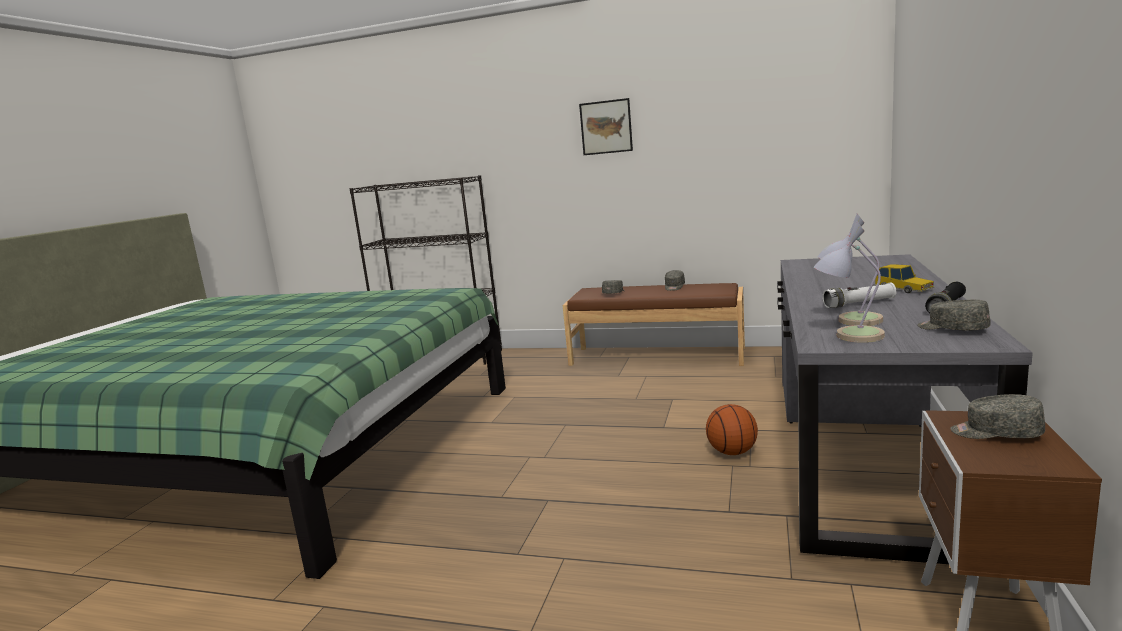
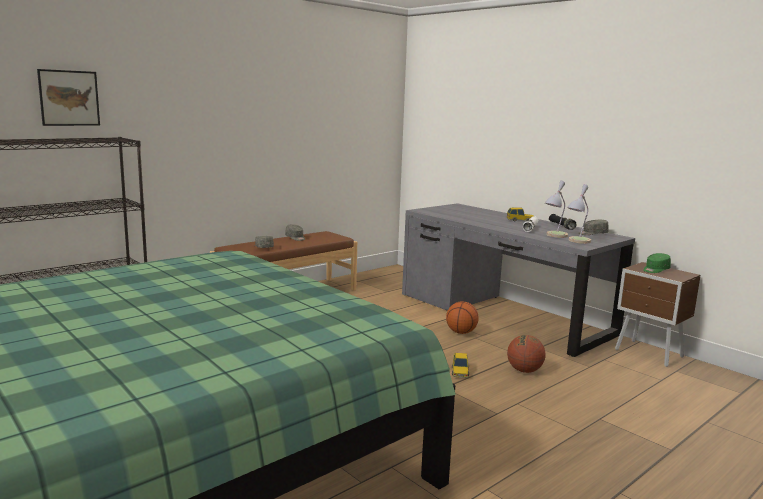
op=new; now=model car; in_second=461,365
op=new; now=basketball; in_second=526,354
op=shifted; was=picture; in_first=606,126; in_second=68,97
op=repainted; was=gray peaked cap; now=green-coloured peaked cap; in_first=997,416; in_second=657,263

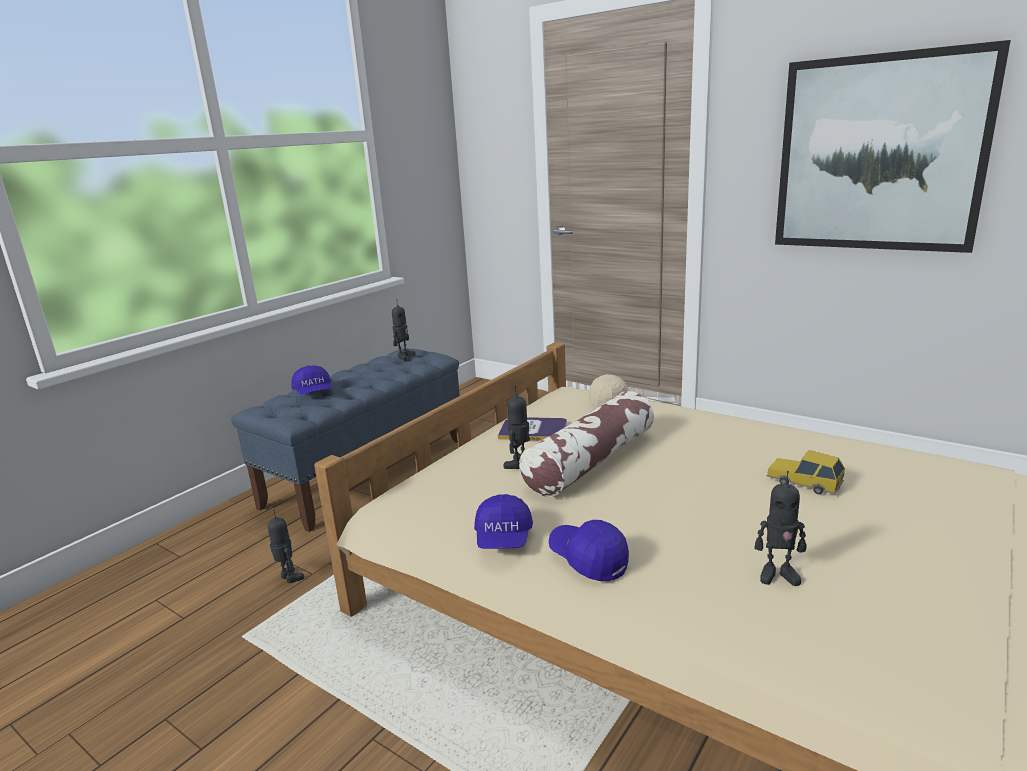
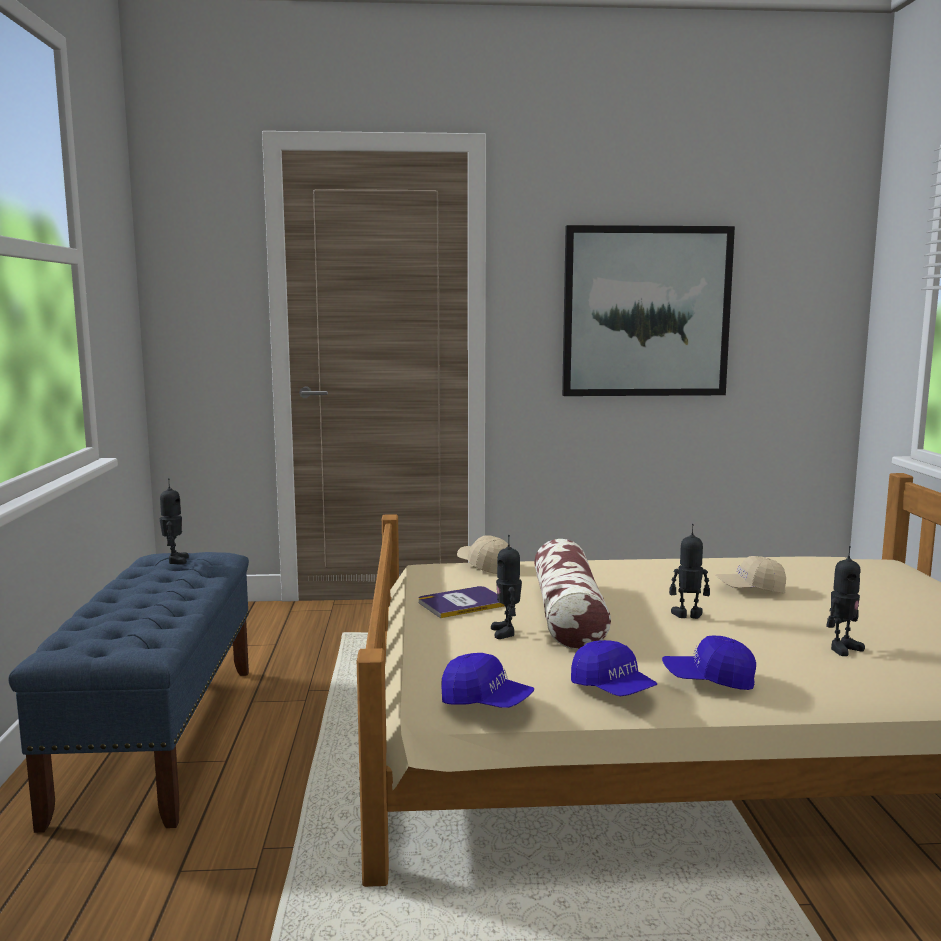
op=shifted; was=model robot; in_first=286,546; in_second=689,571
op=shifted; was=bluish peaked cap; in_first=311,380; in_second=487,680
op=swapped; was=model car; now=sand-coloured peaked cap; in_first=806,472; in_second=751,574

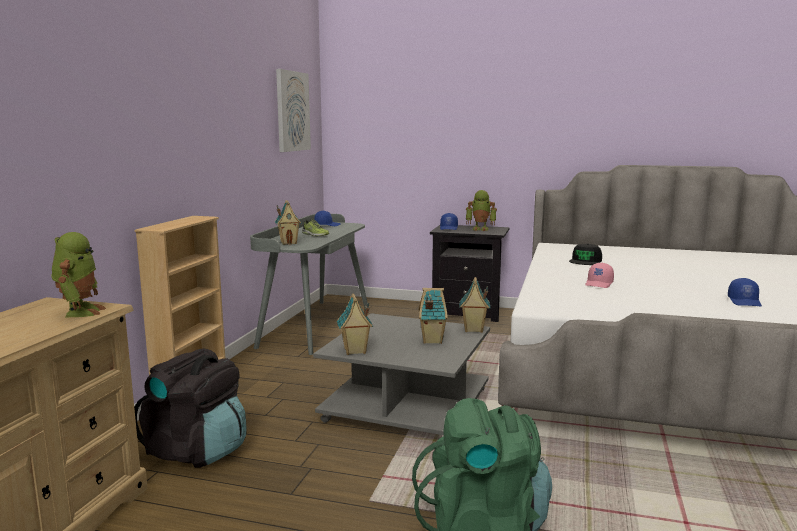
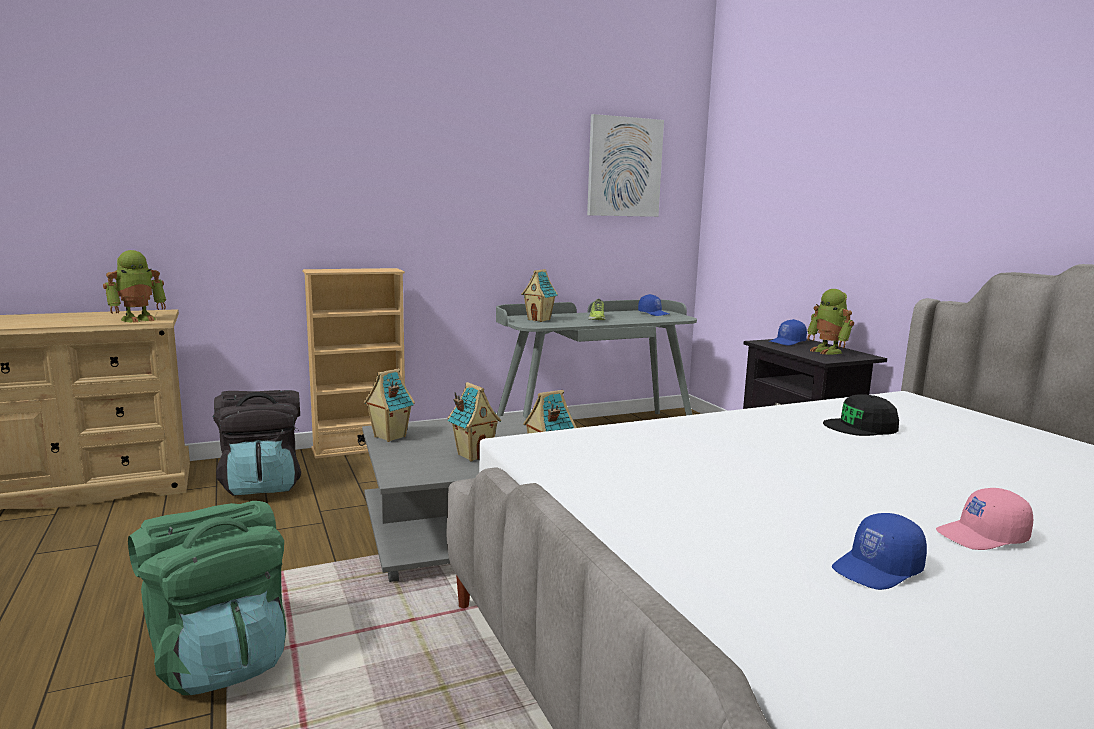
op=shifted; was=pinkish peaked cap; in_first=600,275; in_second=984,519

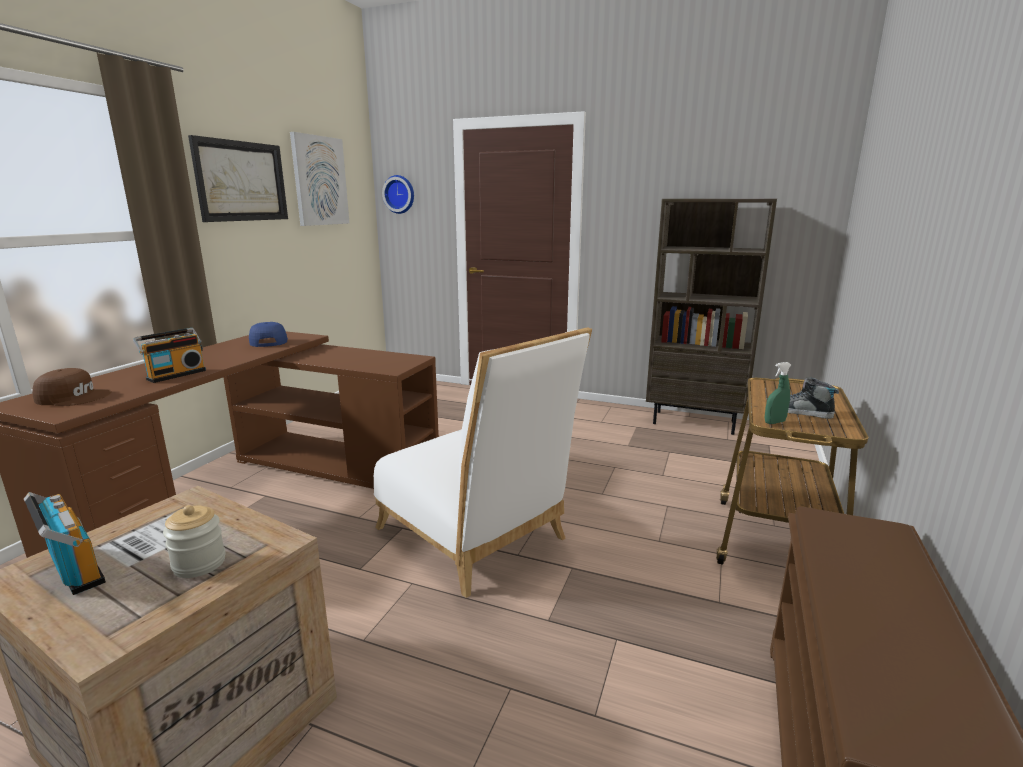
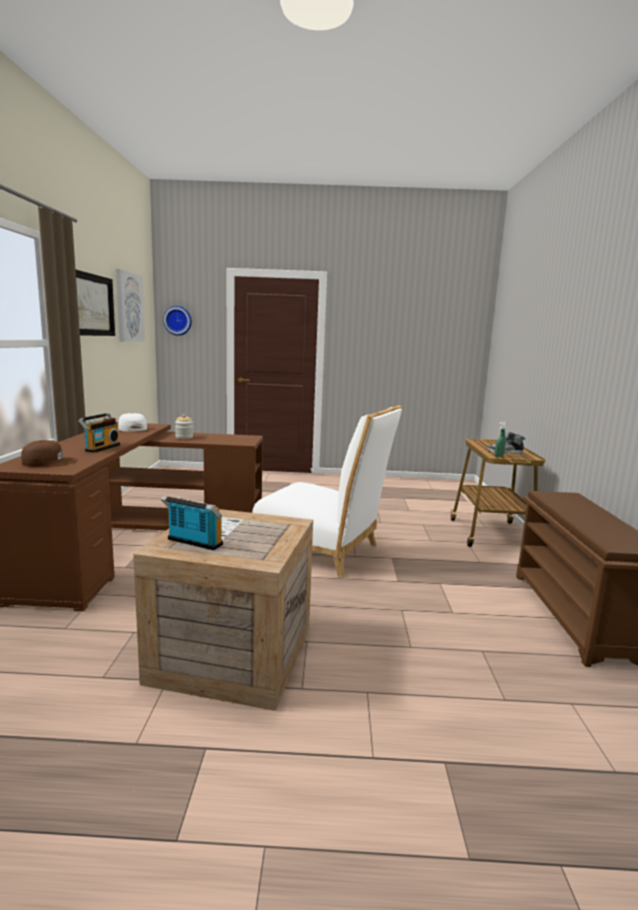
op=gone; was=brown bookshelf; in_first=711,317
op=shifted; was=jar; in_first=194,541; in_second=184,426
op=repainted; was=bluish peaked cap; now=white-coloured peaked cap; in_first=268,334; in_second=132,422

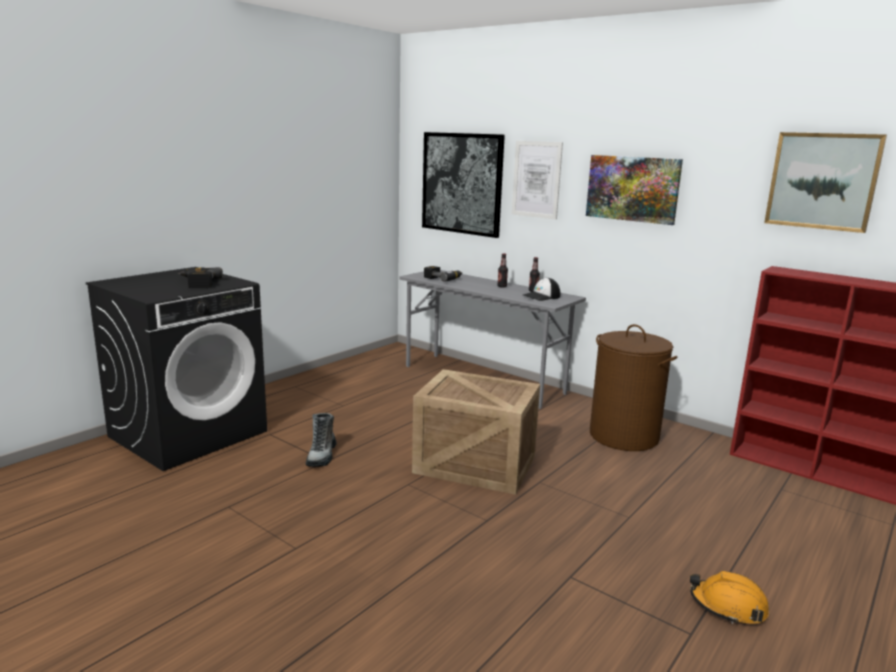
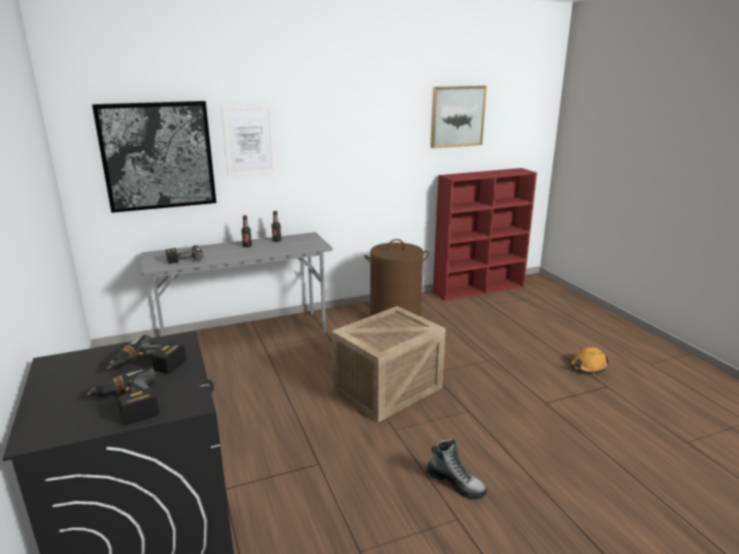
op=gone; was=peaked cap; in_first=541,289
op=gone; was=picture; in_first=634,190
op=new; now=electric drill; in_second=122,396
op=shifted; was=high-top boot; in_first=321,440; in_second=456,469

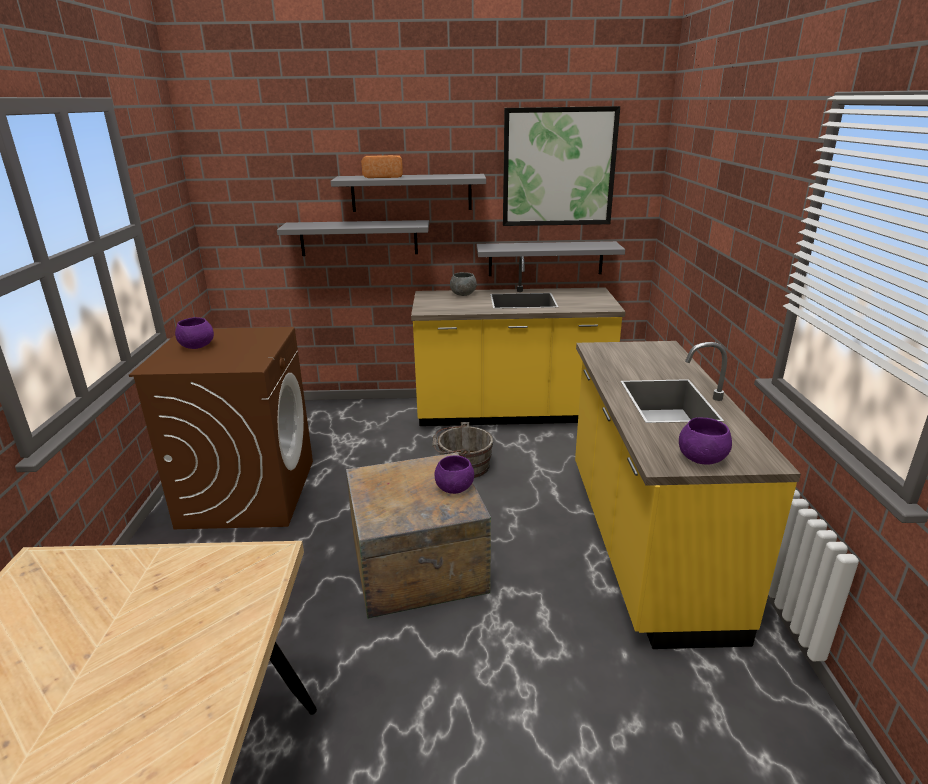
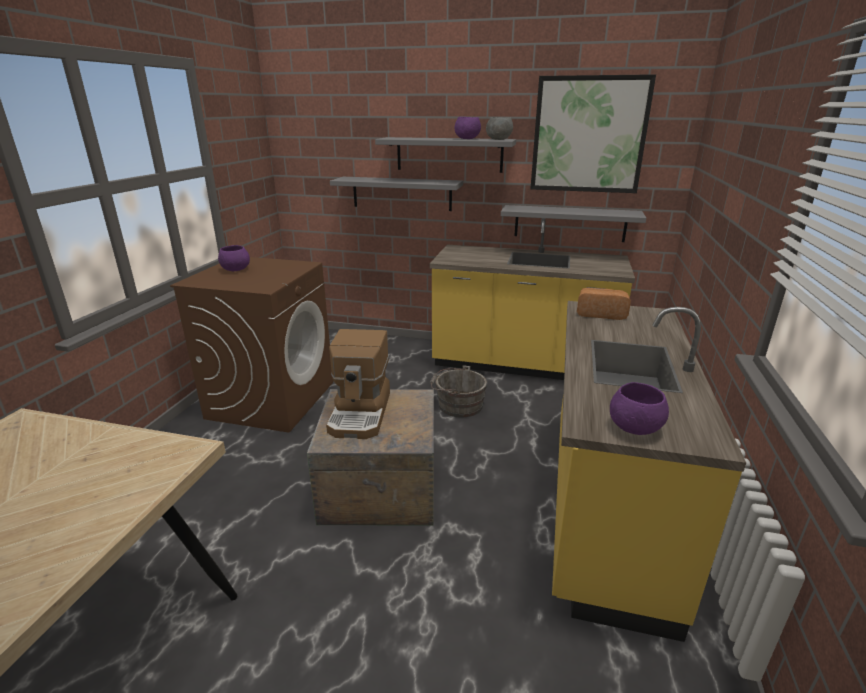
op=new; now=coffee brewer; in_second=358,384
op=shifted; was=baked bread; in_first=382,166; in_second=604,304
op=shifted; was=purple deep dish; in_first=454,475; in_second=468,128
op=shifted; was=gray deep dish; in_first=463,284; in_second=499,128

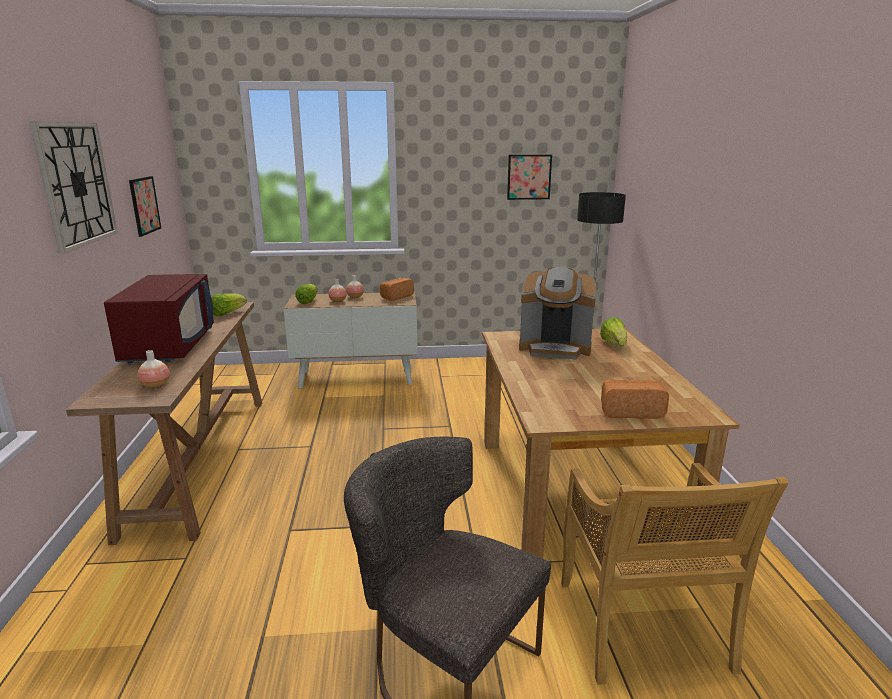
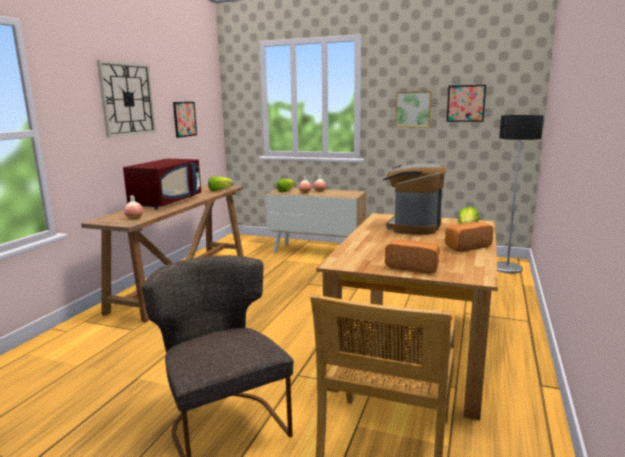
op=new; now=picture; in_second=413,109
op=shifted; was=baked bread; in_first=397,289; in_second=469,237
op=rotated; was=coffee brewer; in_first=557,313; in_second=415,199; clockwise=75

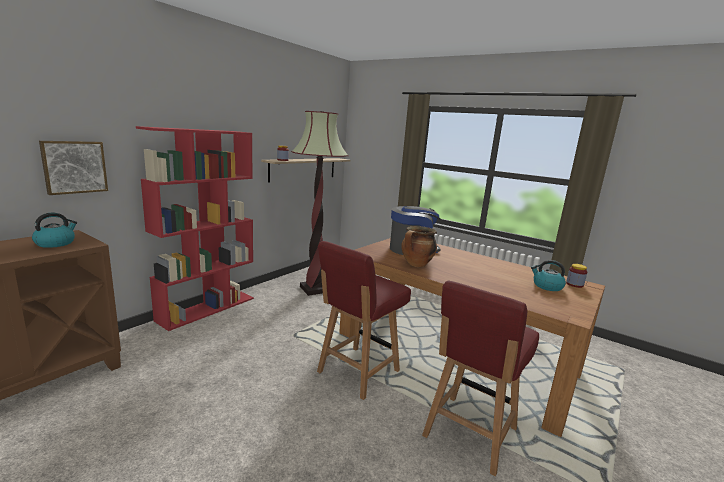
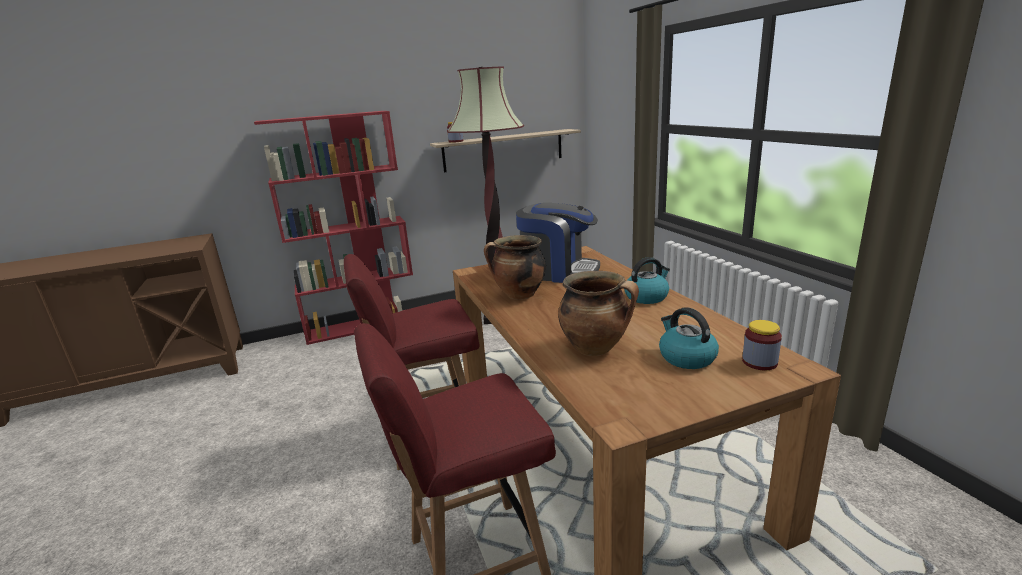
op=gone; was=picture; in_first=73,168
op=new; now=cooking pot; in_second=598,313
op=shifted; was=tea kettle; in_first=54,230; in_second=647,280

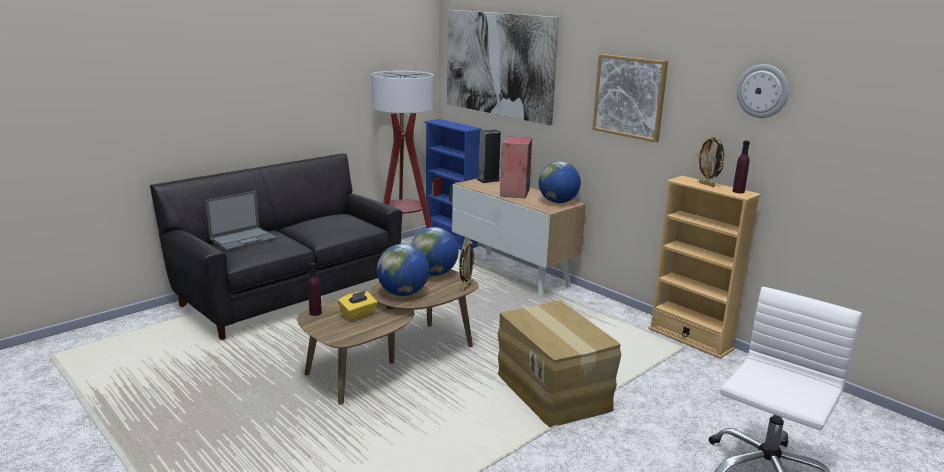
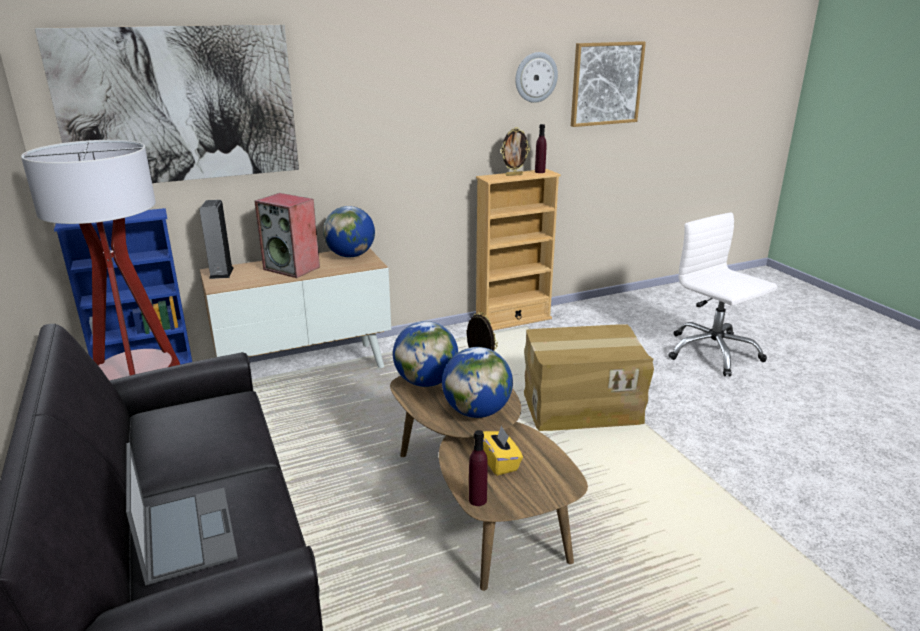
op=shifted; was=picture; in_first=630,98; in_second=608,84

